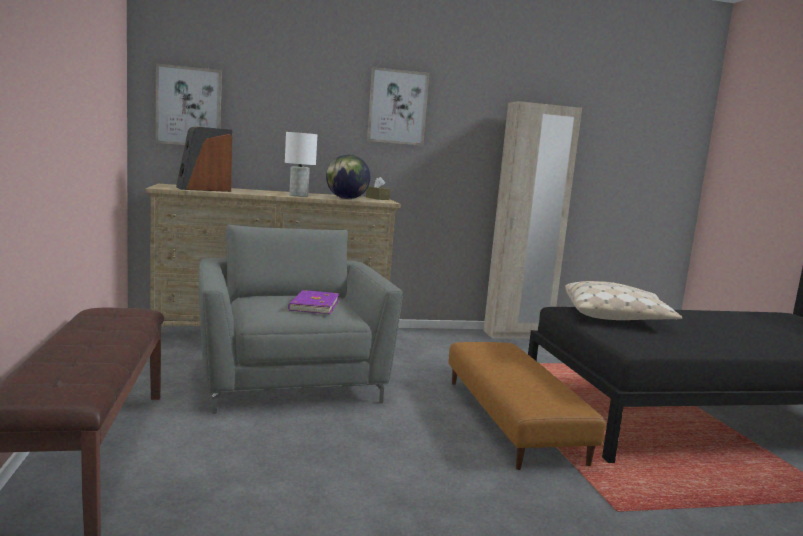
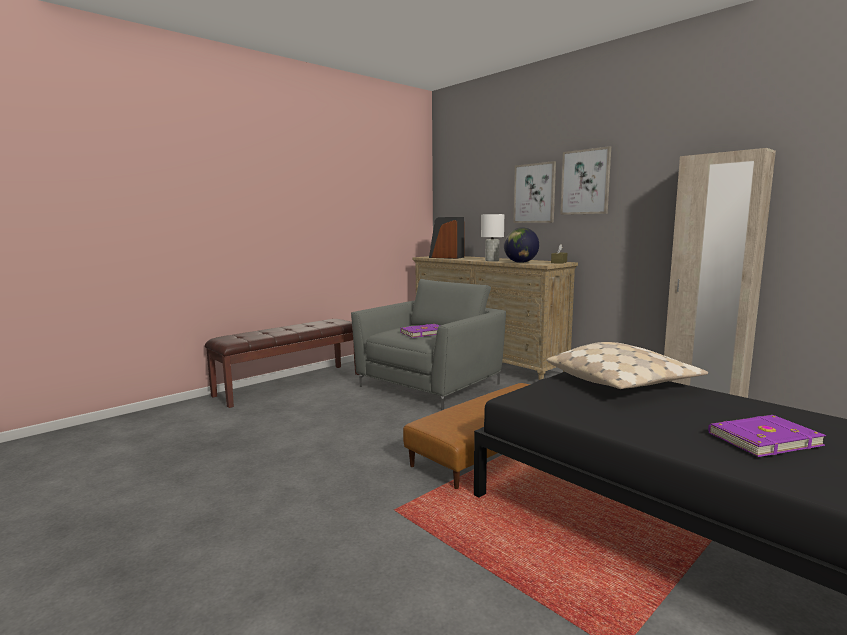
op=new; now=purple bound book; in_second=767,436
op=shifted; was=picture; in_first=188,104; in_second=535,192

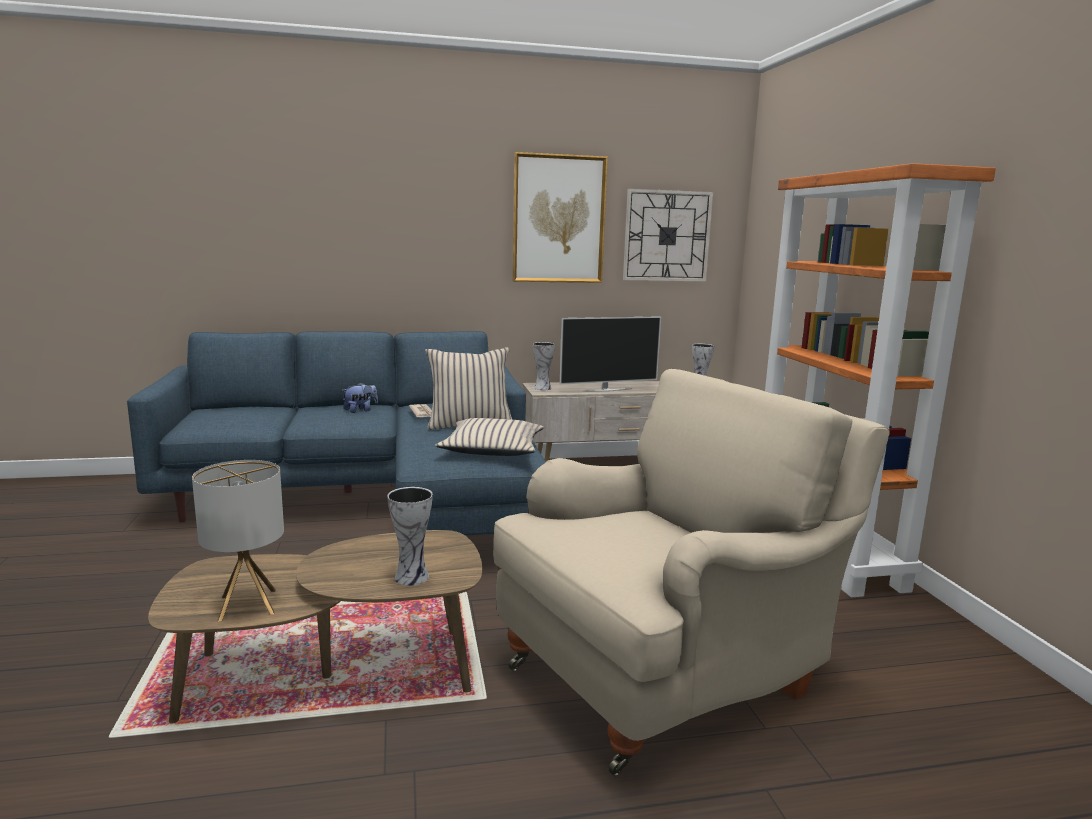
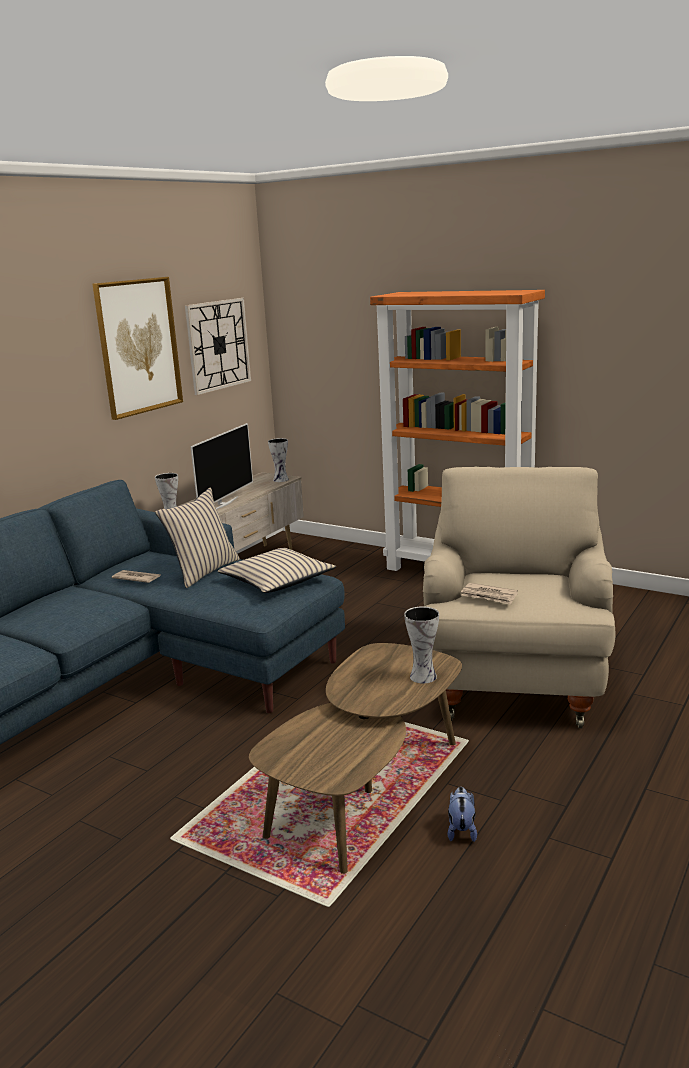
op=gone; was=tabletop lamp; in_first=238,541
op=new; now=printed paper; in_second=489,594
op=shifted; was=cuddly toy; in_first=360,397; in_second=462,814

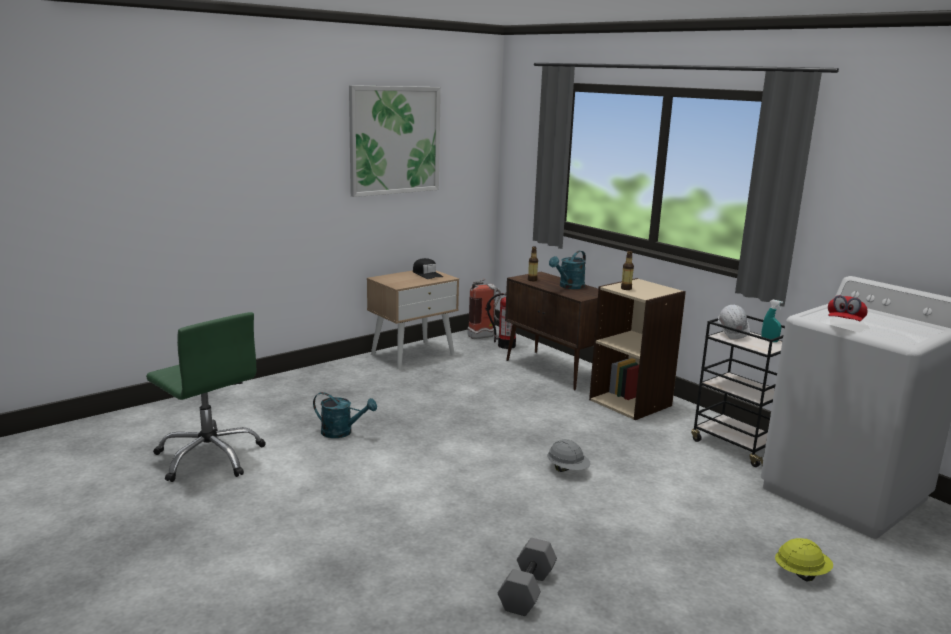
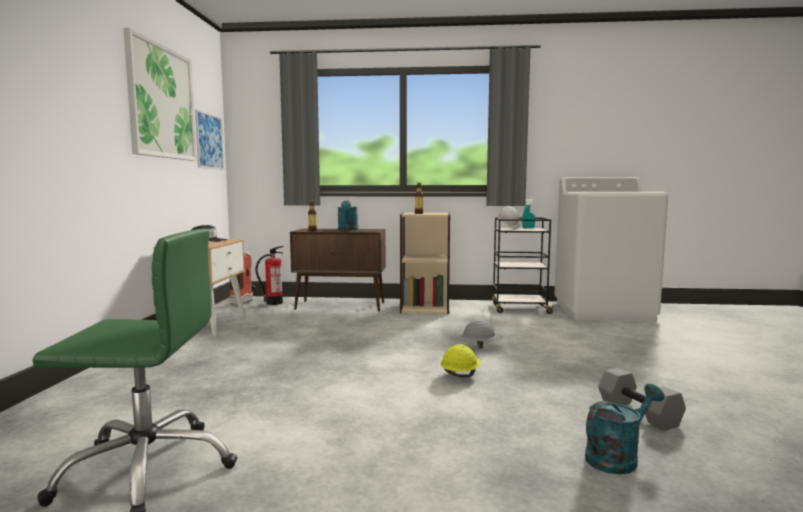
op=gone; was=reddish peaked cap; in_first=847,308
op=new; now=picture; in_second=209,139
op=shifted; was=turquoise watering pot; in_first=345,415; in_second=624,429
op=shifted; was=yellow hard hat; in_first=804,560; in_second=461,361

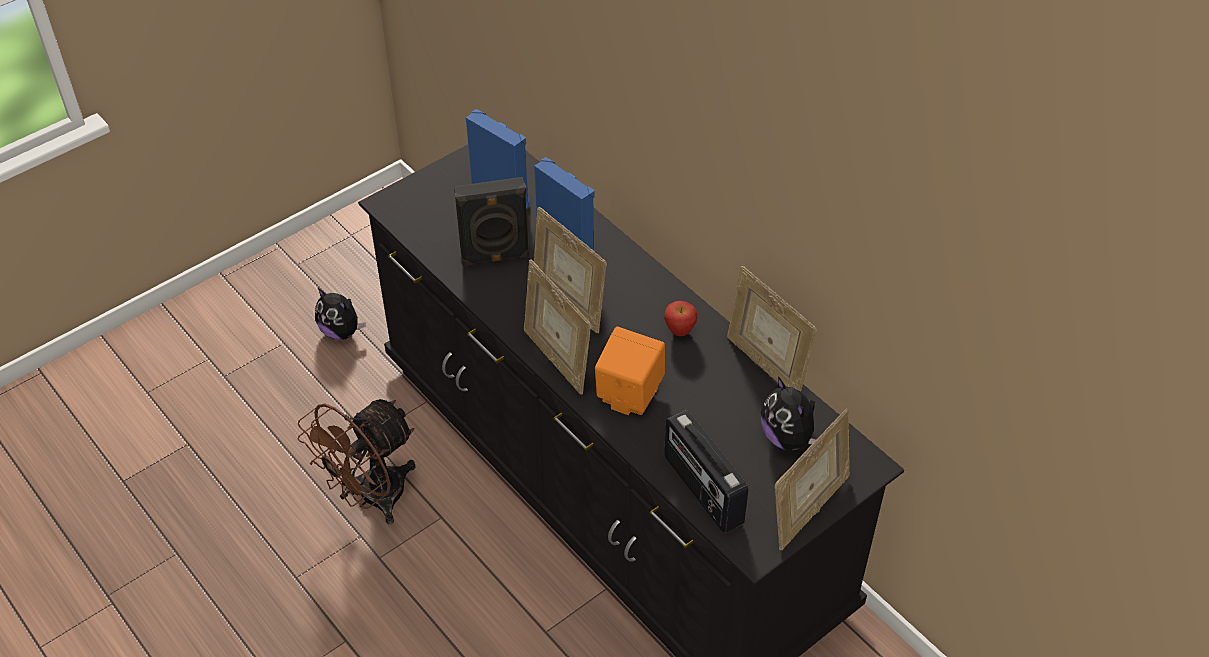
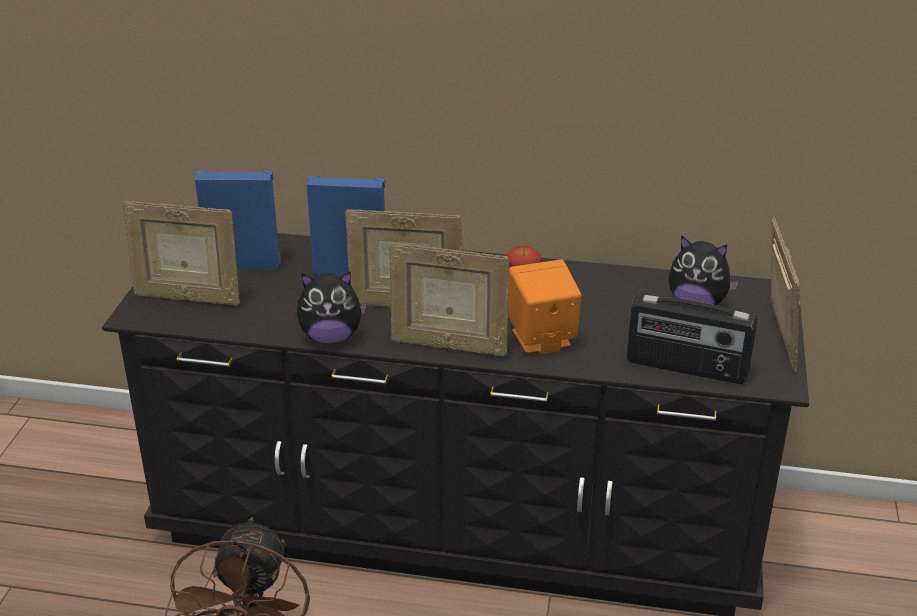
op=gone; was=blackish speaker; in_first=492,221
op=shifted; was=cuddly toy; in_first=340,314; in_second=331,307
op=shifted; was=picture frame; in_first=772,328; in_second=181,253

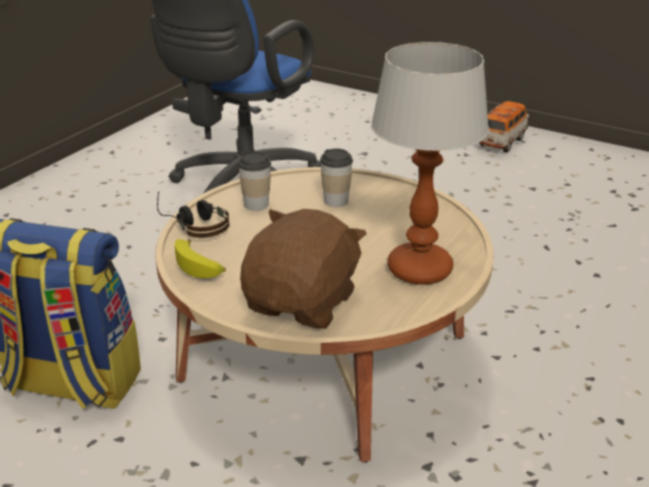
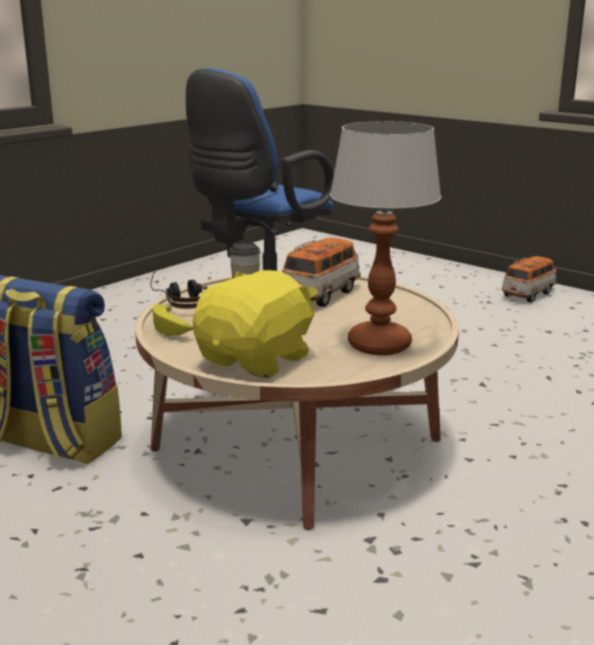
op=swapped; was=small cup; now=model car; in_first=336,178; in_second=321,272
op=repainted; was=brown cuddly toy; now=yellow cuddly toy; in_first=303,269; in_second=255,324

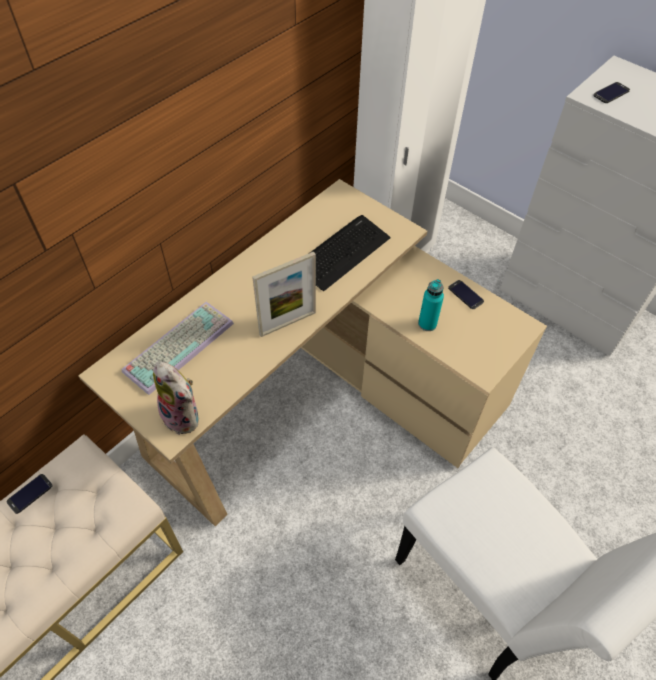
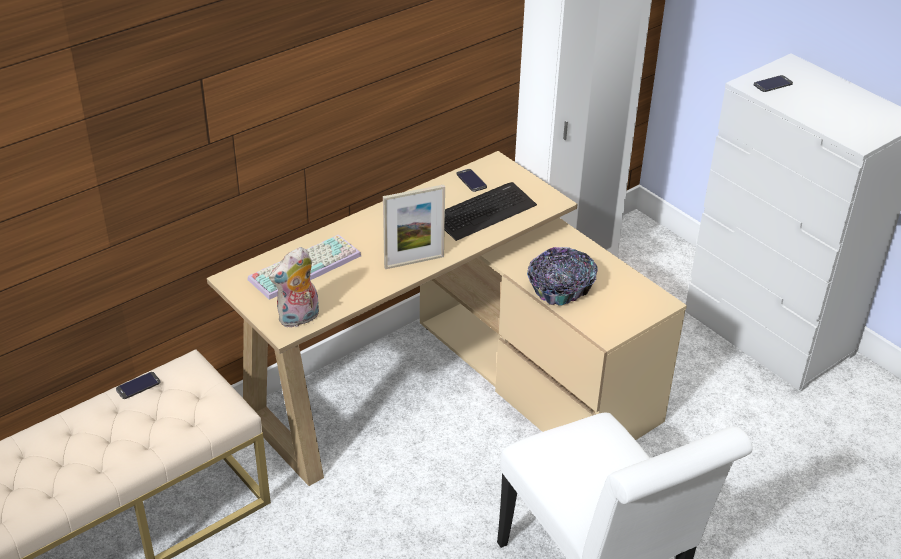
op=shifted; was=handset; in_first=466,294; in_second=472,180
op=swapped; was=turquoise drink bottle; now=deep dish; in_first=431,305; in_second=562,276
op=rotated; was=cuddly toy; in_first=176,398; in_second=294,287; clockwise=90

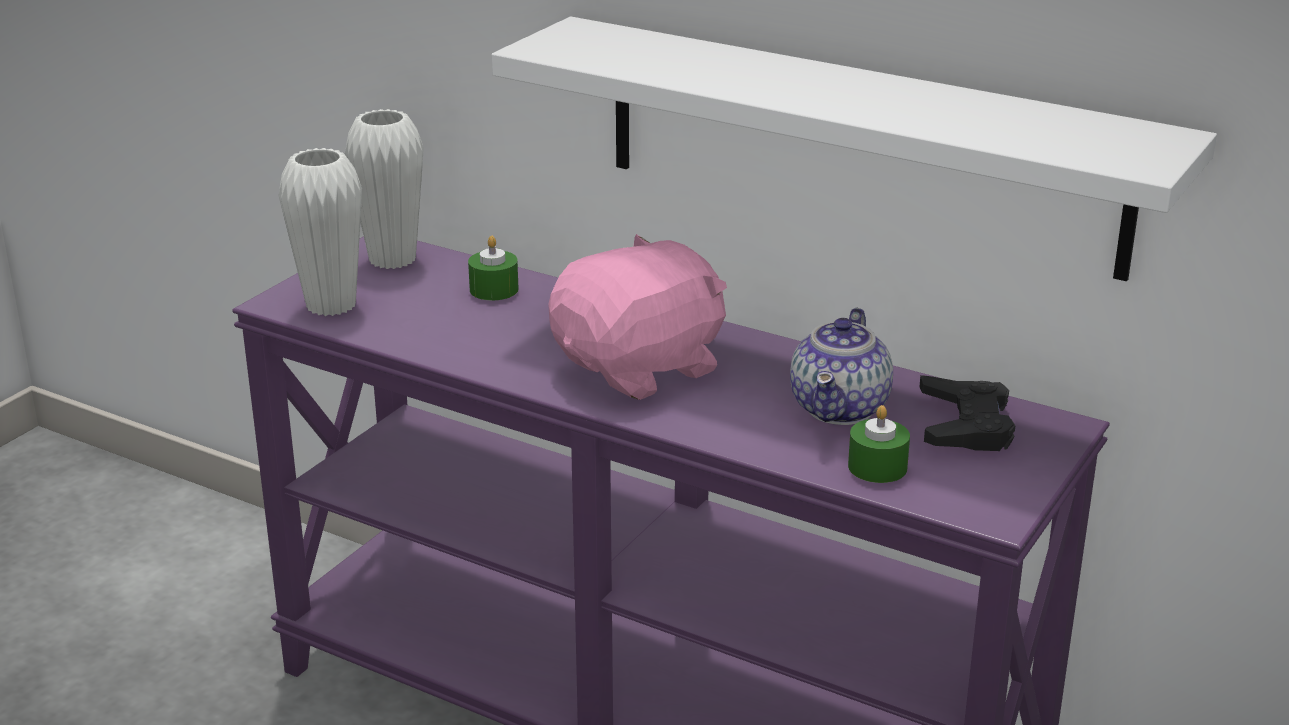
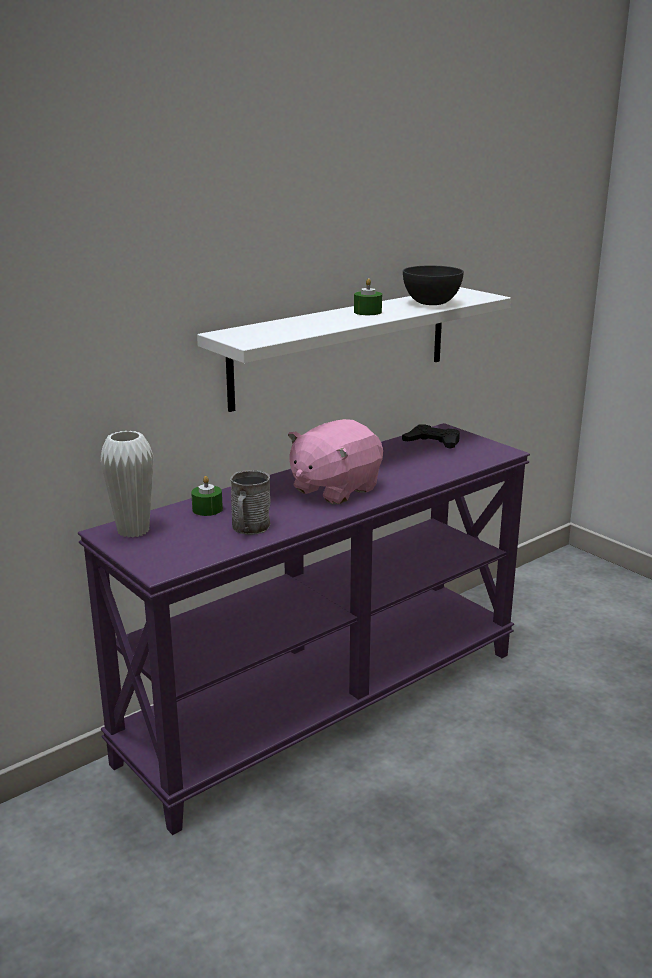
op=gone; was=white-coloured vase; in_first=320,232
op=gone; was=pot for tea; in_first=841,366
op=new; now=gray mug; in_second=250,502
op=new; now=gray deep dish; in_second=433,285
op=shifted; was=green-coloured wax candle; in_first=879,444; in_second=368,296
op=rotated; was=pinkish cuddly toy; in_first=637,317; in_second=335,462; clockwise=-120

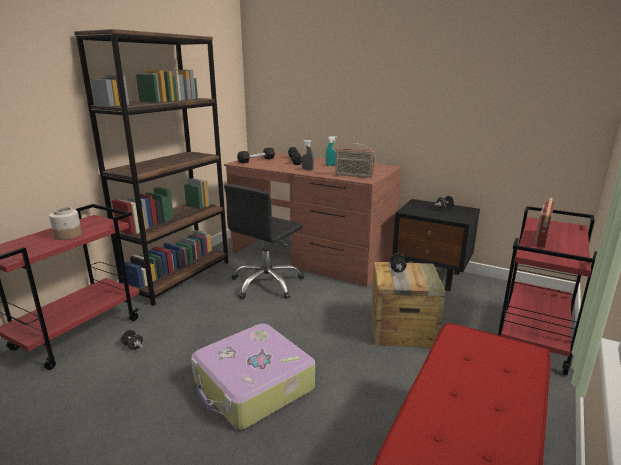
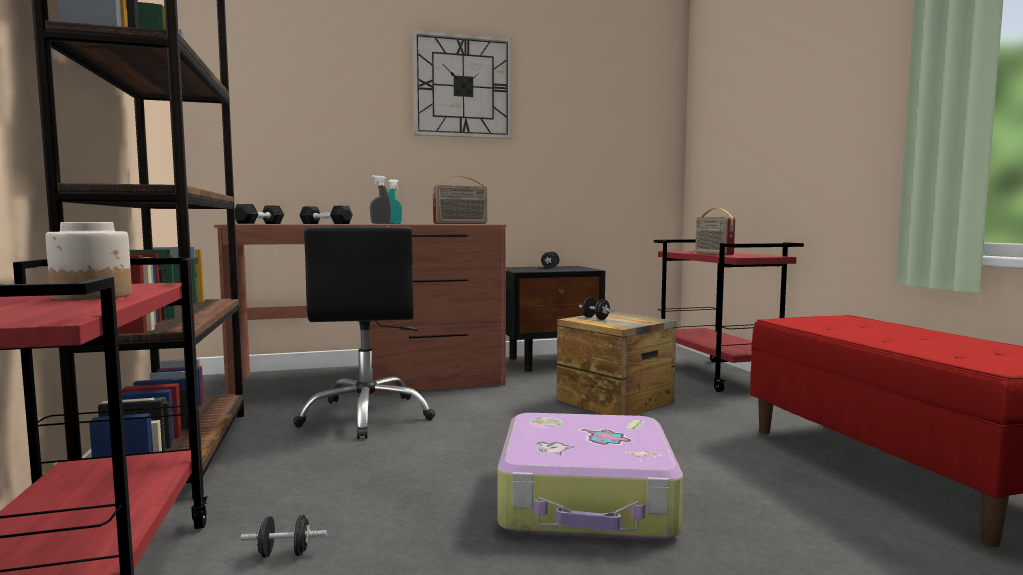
op=new; now=clock on the wall; in_second=462,84

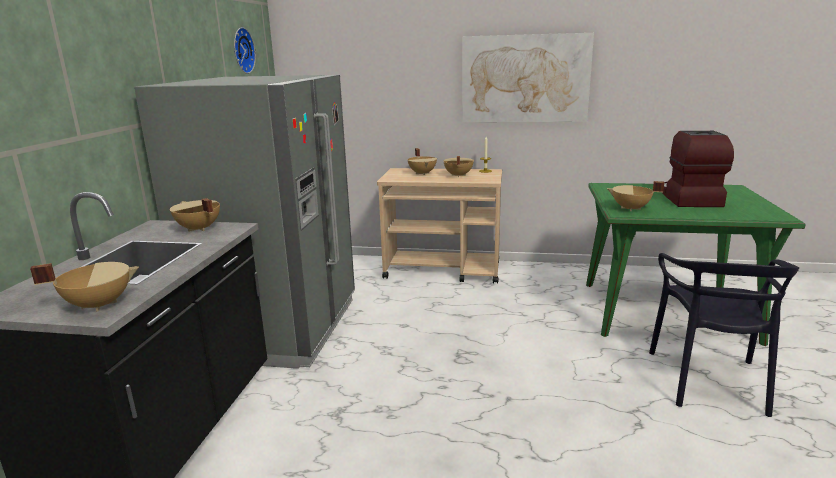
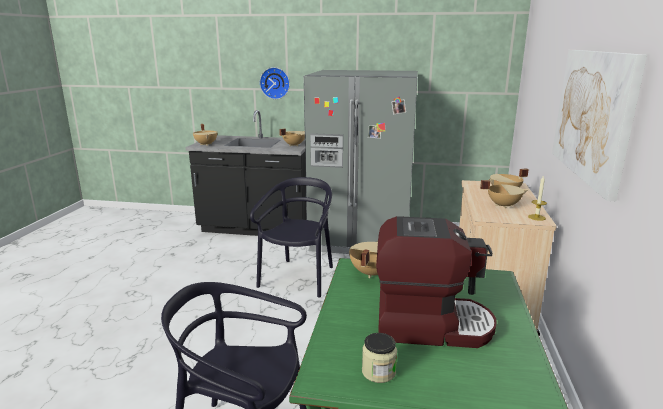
op=new; now=blackish chair; in_second=291,237
op=new; now=jar; in_second=379,358
op=shifted; was=clock on the wall; in_first=245,50; in_second=275,83

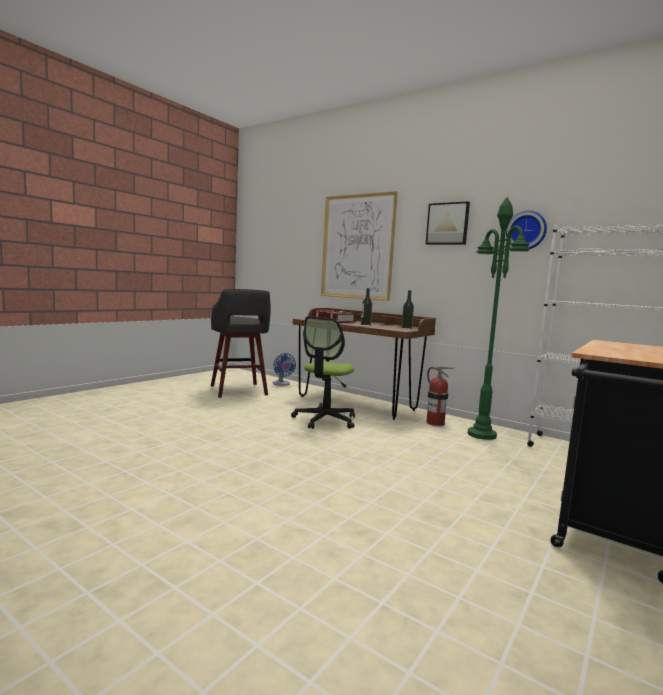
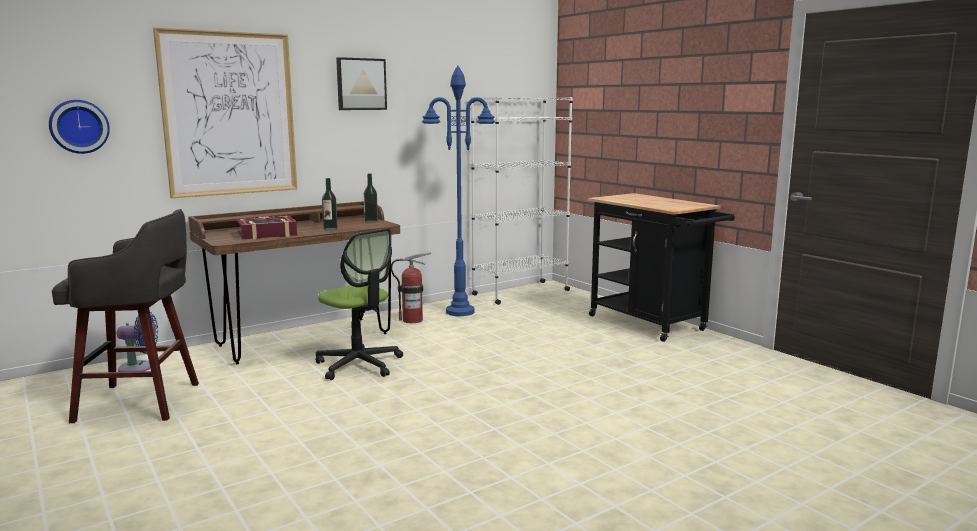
op=shifted; was=clock on the wall; in_first=526,230; in_second=79,127
op=repainted; was=green-coloured floor lamp; now=bluish floor lamp; in_first=499,318; in_second=458,191

